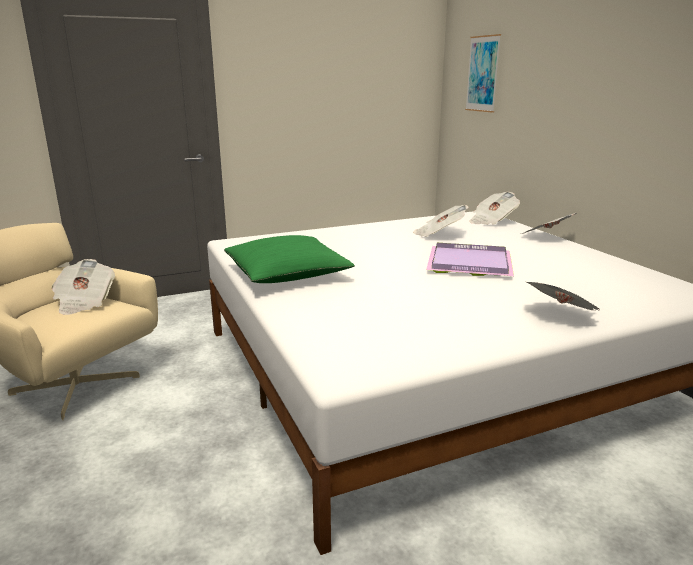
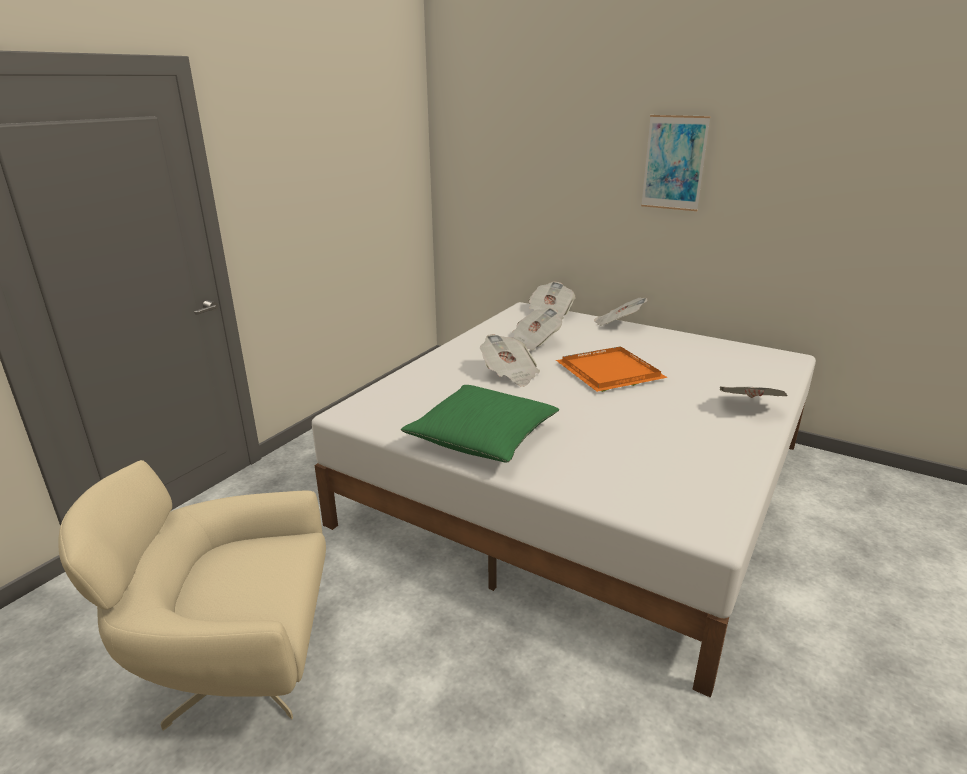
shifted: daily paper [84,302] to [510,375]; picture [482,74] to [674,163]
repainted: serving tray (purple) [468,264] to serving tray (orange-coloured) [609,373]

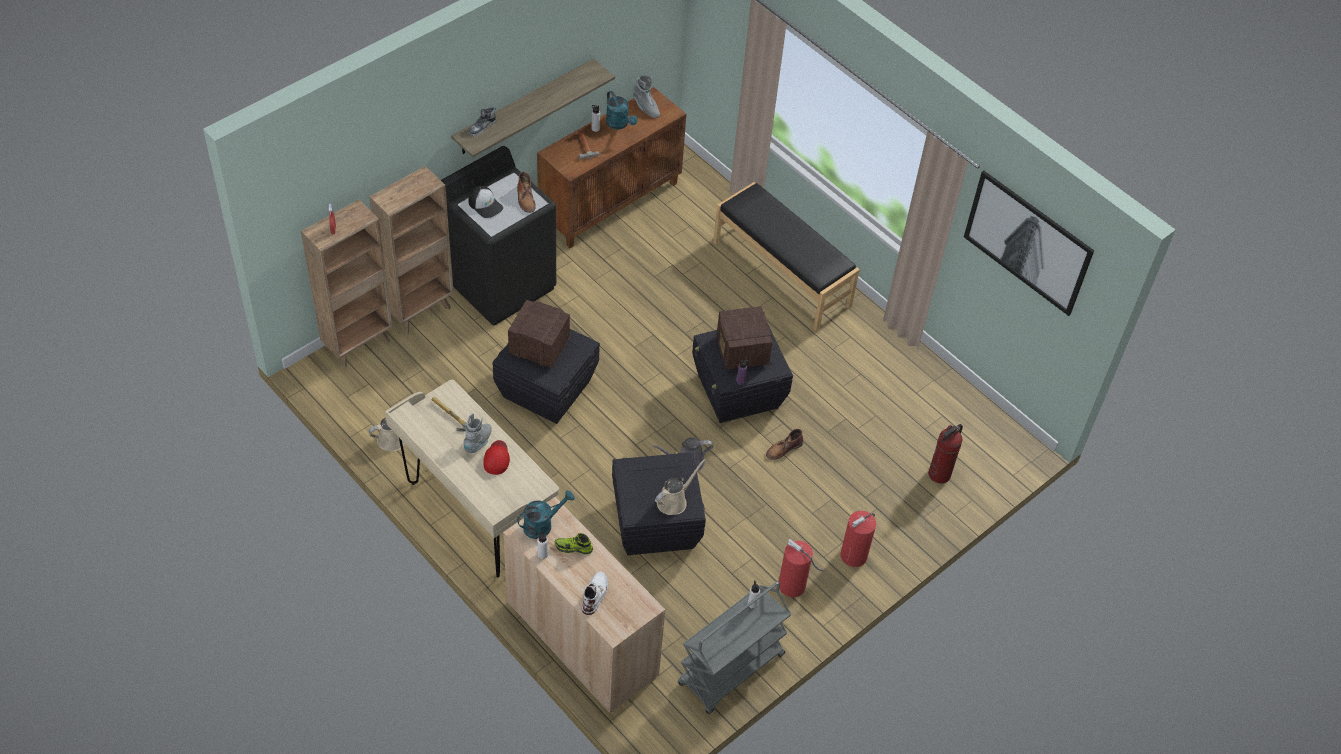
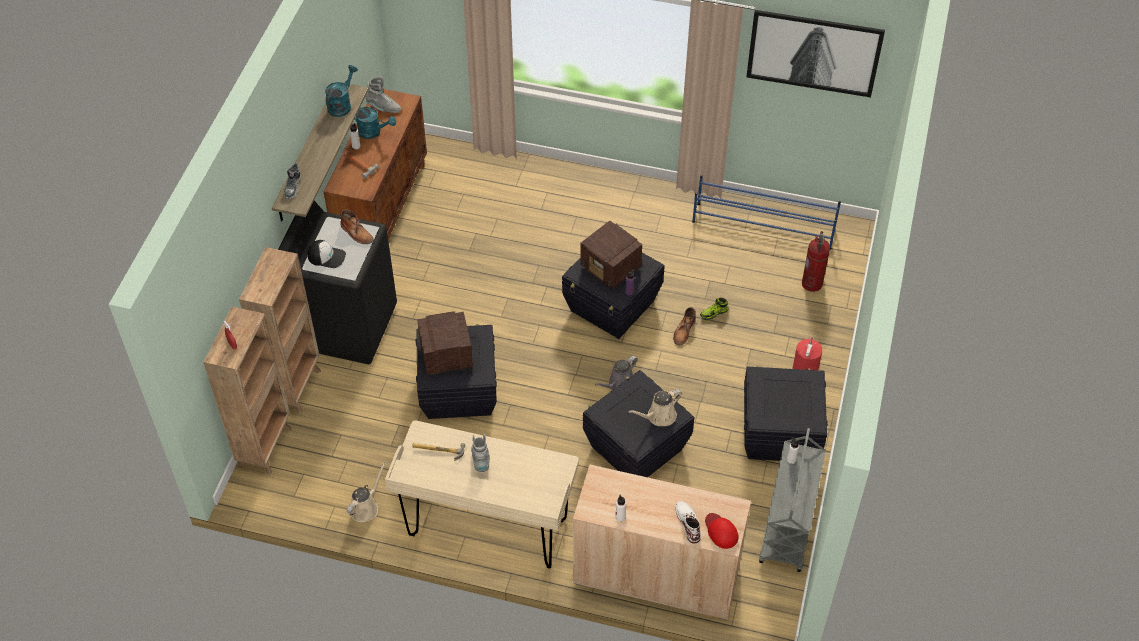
gone: indoor bench (black) [782,273]
new: shoe stand (bluish) [764,226]
shifted: watering can (turquoise-coloured) [542,524] to [342,105]; shoe [573,548] to [714,313]; peaked cap (red-coloured) [497,458] to [720,531]
swapped: fire extinguisher [793,586] to storage container (black) [778,433]
rotated: watering can (beige) [674,501] = [659,416] 135 degrees counterclockwise

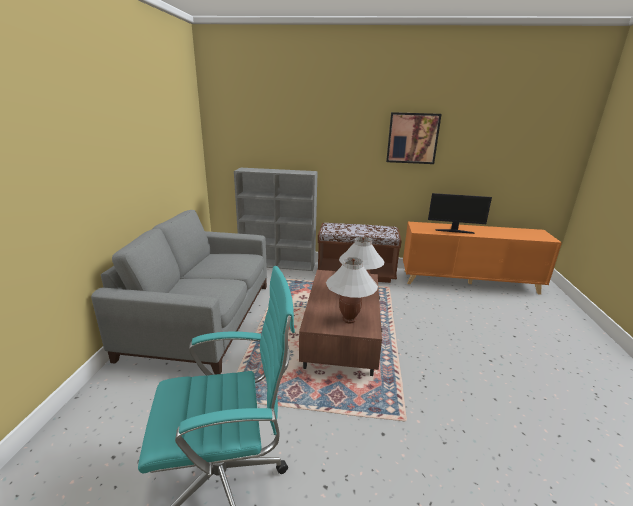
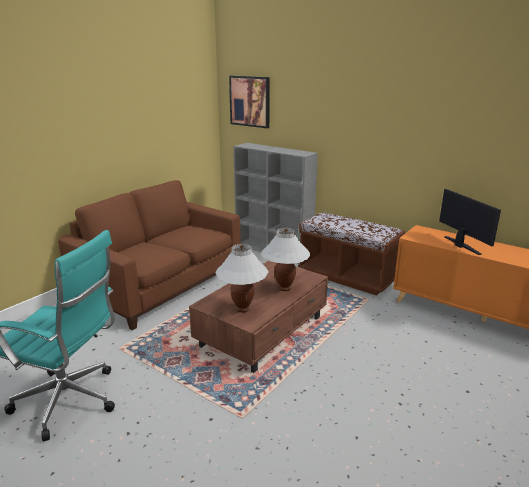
shifted: picture [412,138] to [250,101]
repainted: sofa (greyish) [203,318] to sofa (brown-coloured) [161,283]
rotated: computer display [454,231] = [460,245] 150 degrees counterclockwise

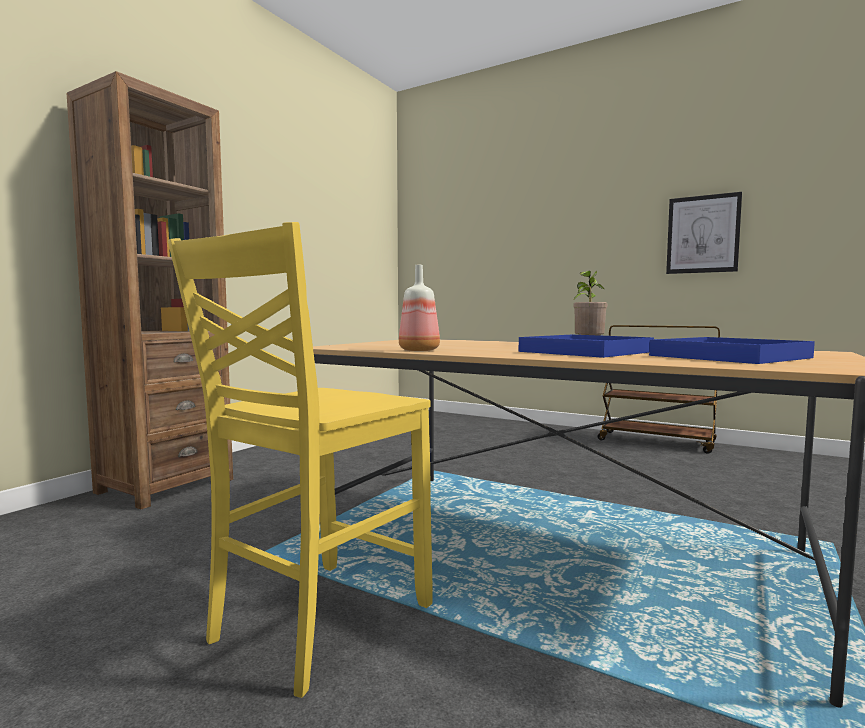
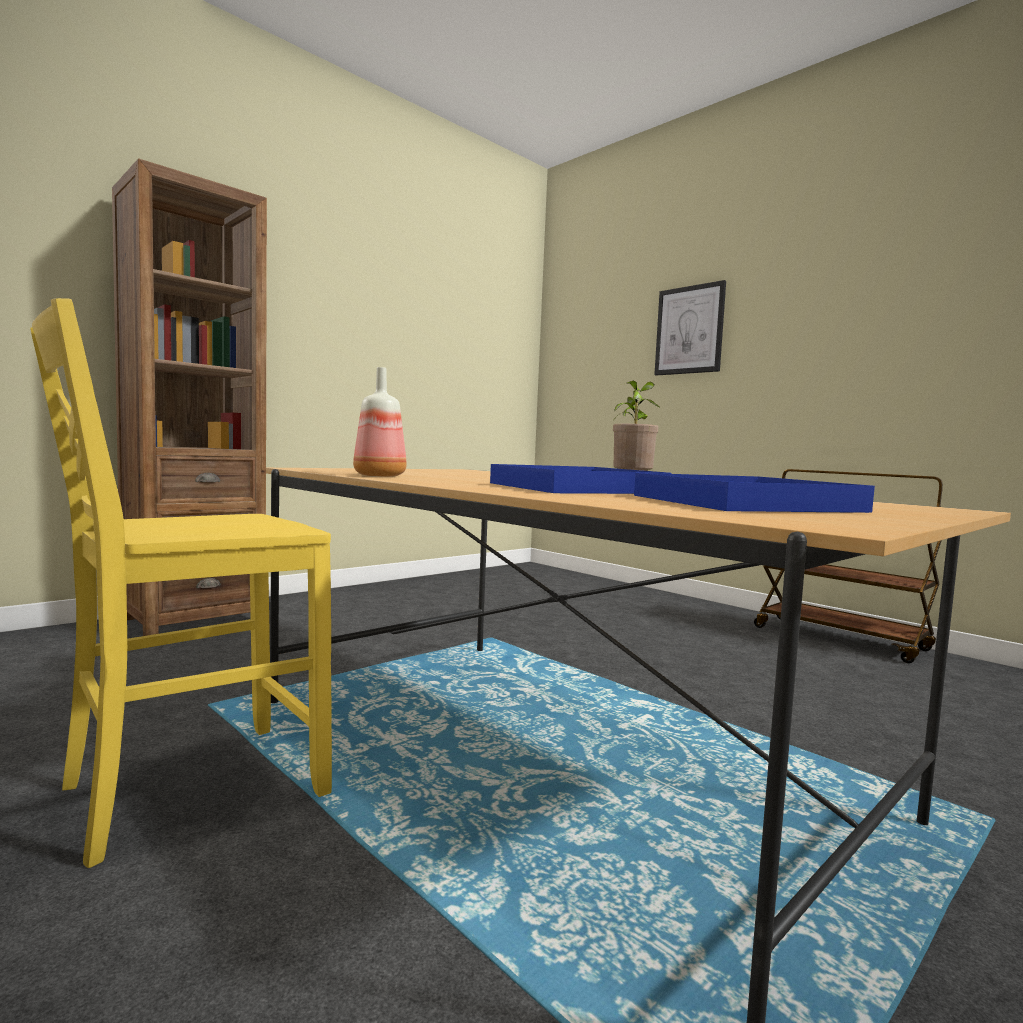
shifted: picture [702,234] to [689,330]

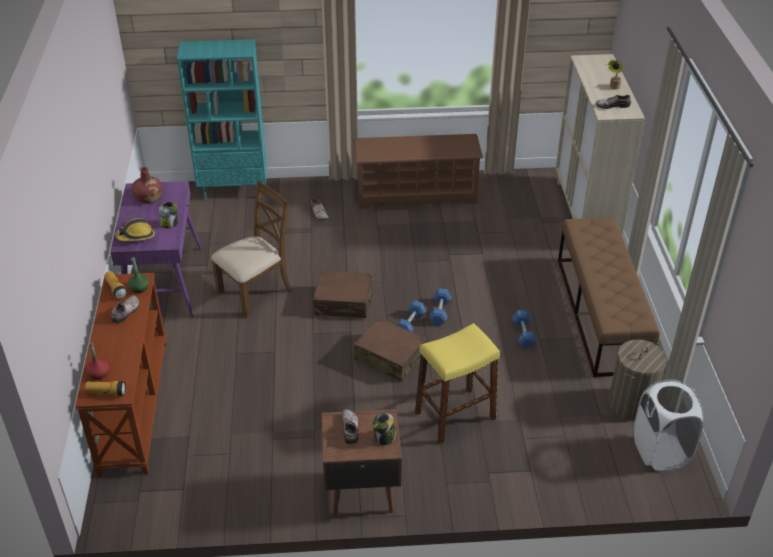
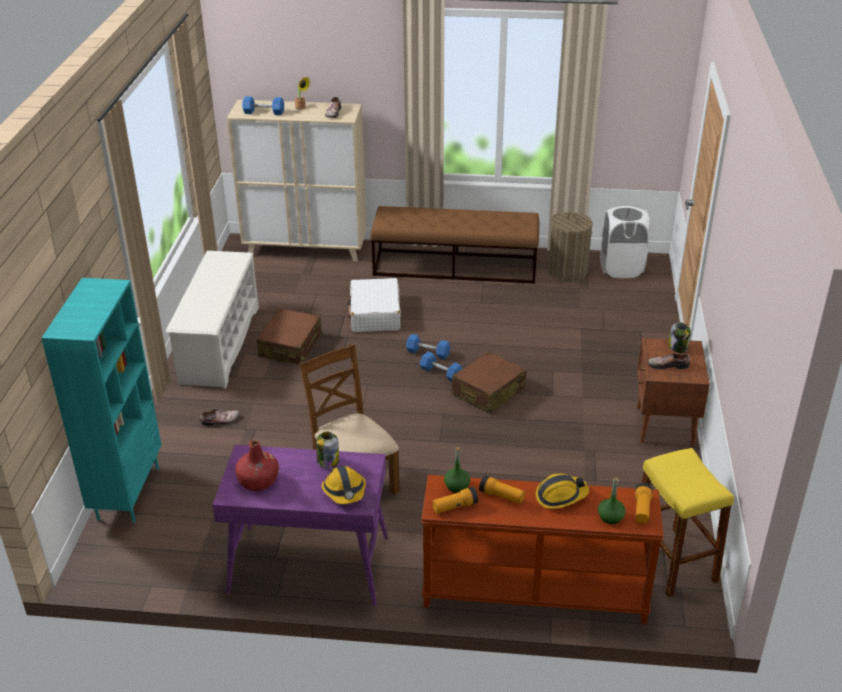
new: travel case (white-coloured) [375,314]; work helmet [560,496]
shifted: dumbbell (bluish) [523,334] to [264,112]; travel case (brown-coloured) [344,302] to [290,345]; sitting stool (yellow-coloured) [455,415] to [672,561]
swapped: shoe [127,312] to torch [501,496]
repainted: shoe stand (brown-coloured) [416,194] to shoe stand (white-coloured) [219,345]; bottle (red-coloured) [98,374] to bottle (green) [610,517]

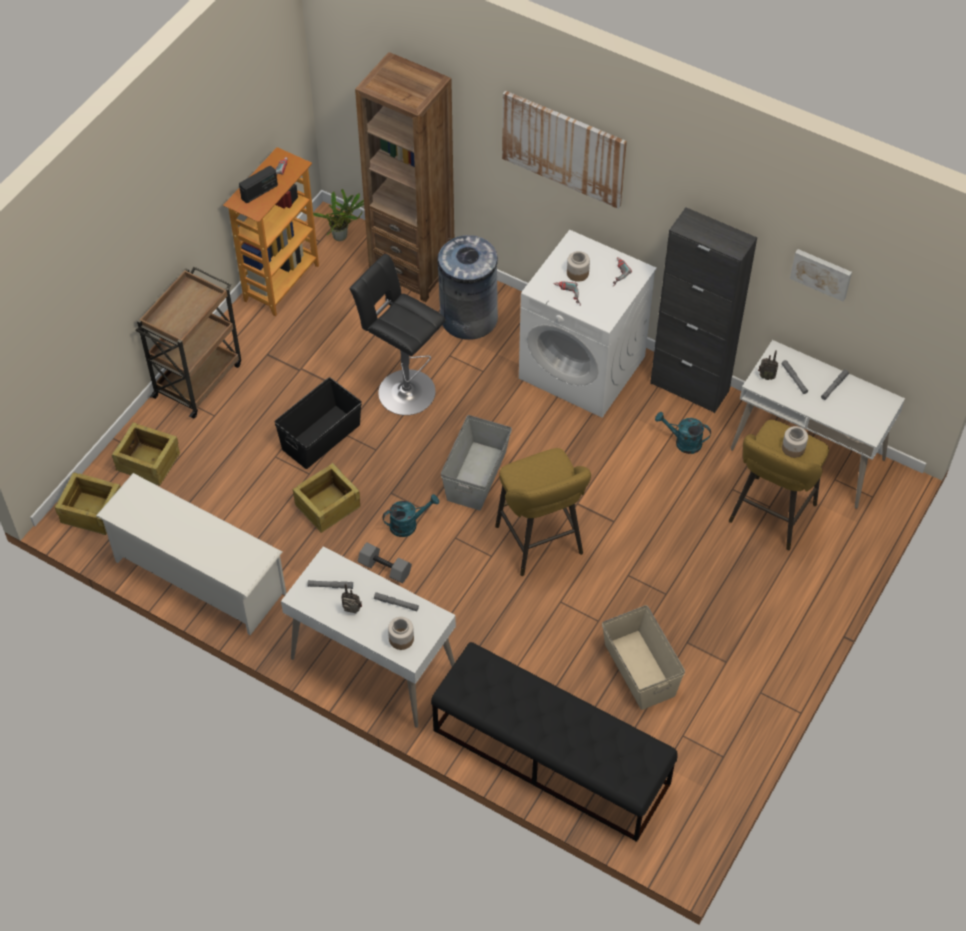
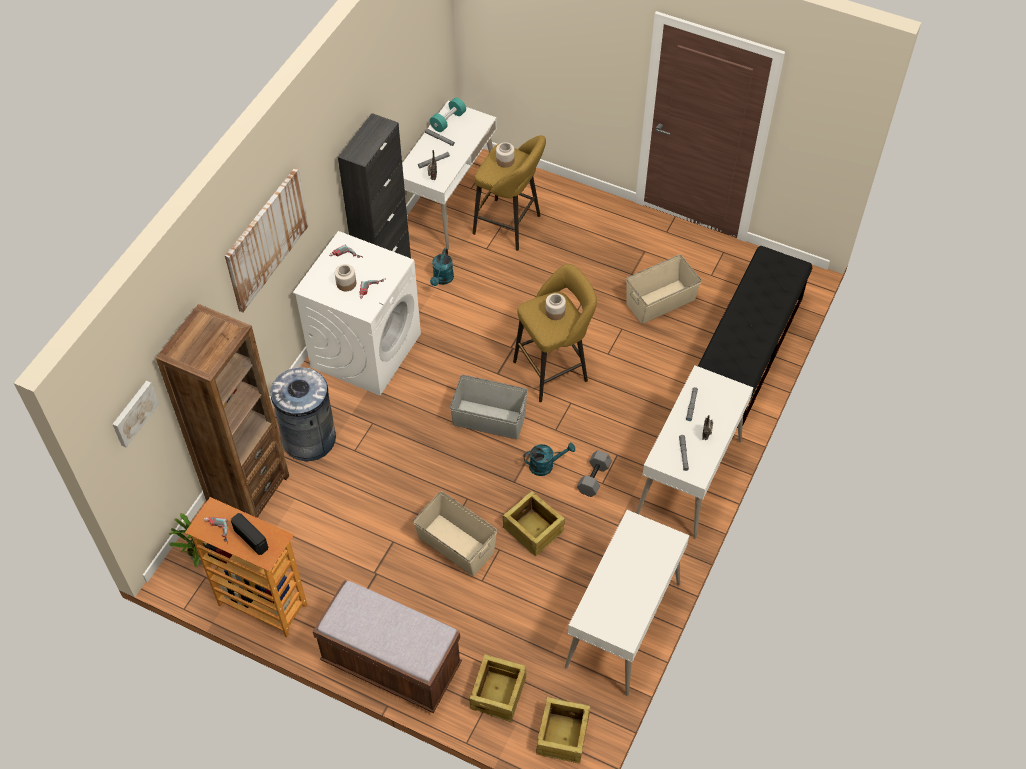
gone: sitting stool (black) [403,390]
new: dumbbell (turquoise-coloured) [448,121]
shifted: picture [821,273] to [133,413]; jar [401,638] to [555,312]
swapped: wheeled cart (brown-coloured) [198,379] to indoor bench (brown-coloured) [391,664]; shoe stand (white-coloured) [198,576] to desk unit (white-coloured) [623,625]
repainted: storage container (black) [320,437] to storage container (beige) [456,545]
rotated: watering can (turquoise-coloured) [408,524] = [546,465] 105 degrees clockwise

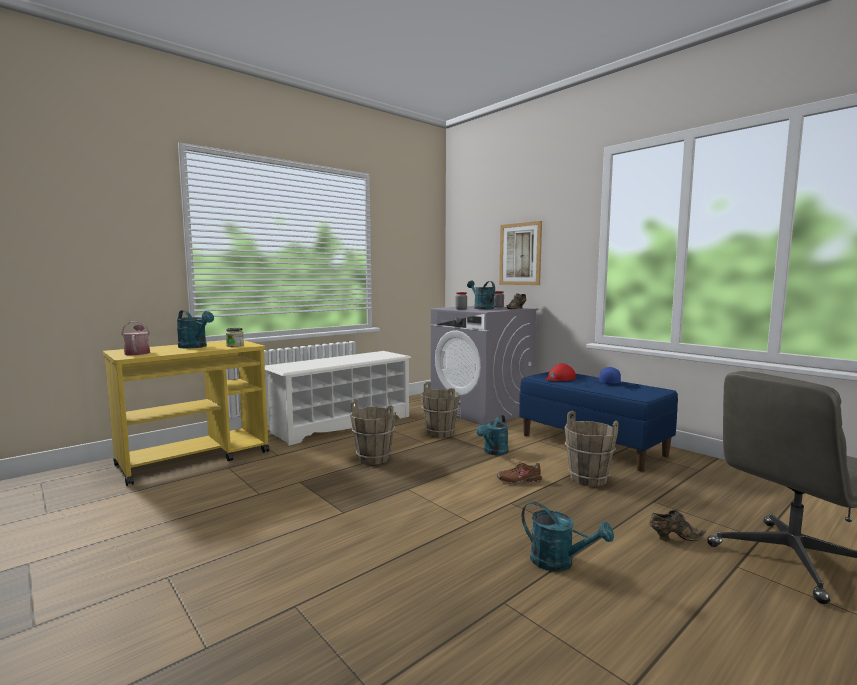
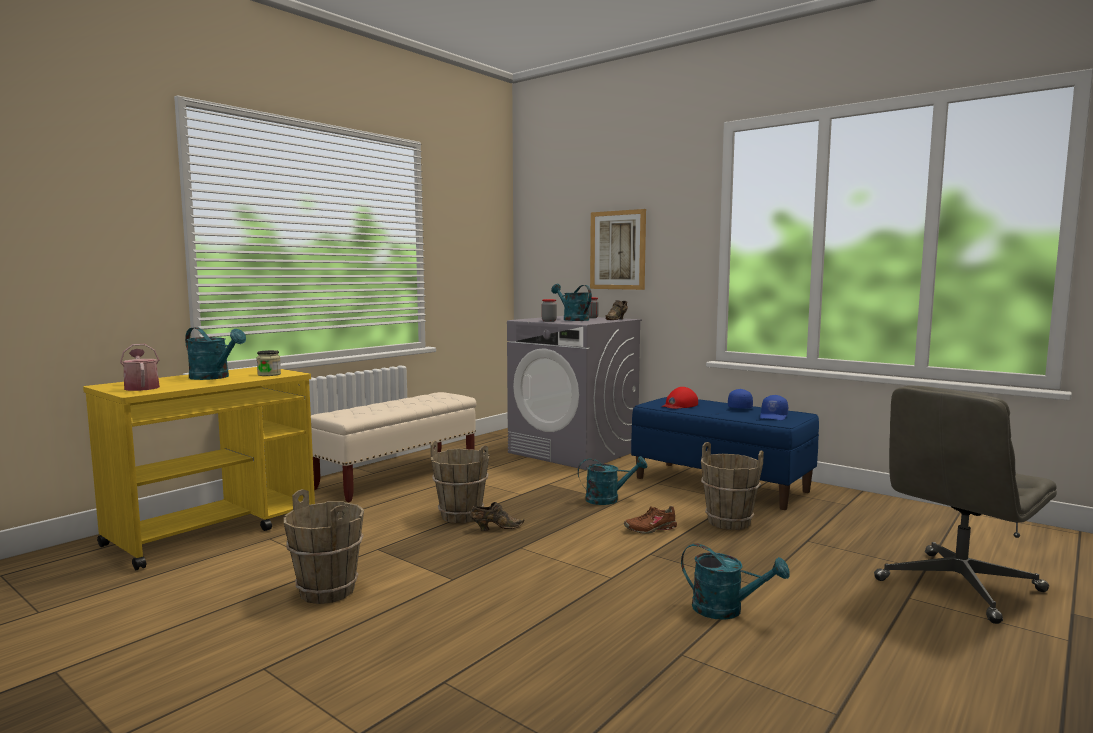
new: peaked cap (bluish) [774,417]
shifted: pail (brown-coloured) [440,433] to [328,591]; shoe (brown-coloured) [674,538] to [495,528]
swapped: shoe stand (white-coloured) [342,424] to indoor bench (beige) [398,476]
rotated: watering can (turquoise-coloured) [493,452] = [608,499] 120 degrees counterclockwise

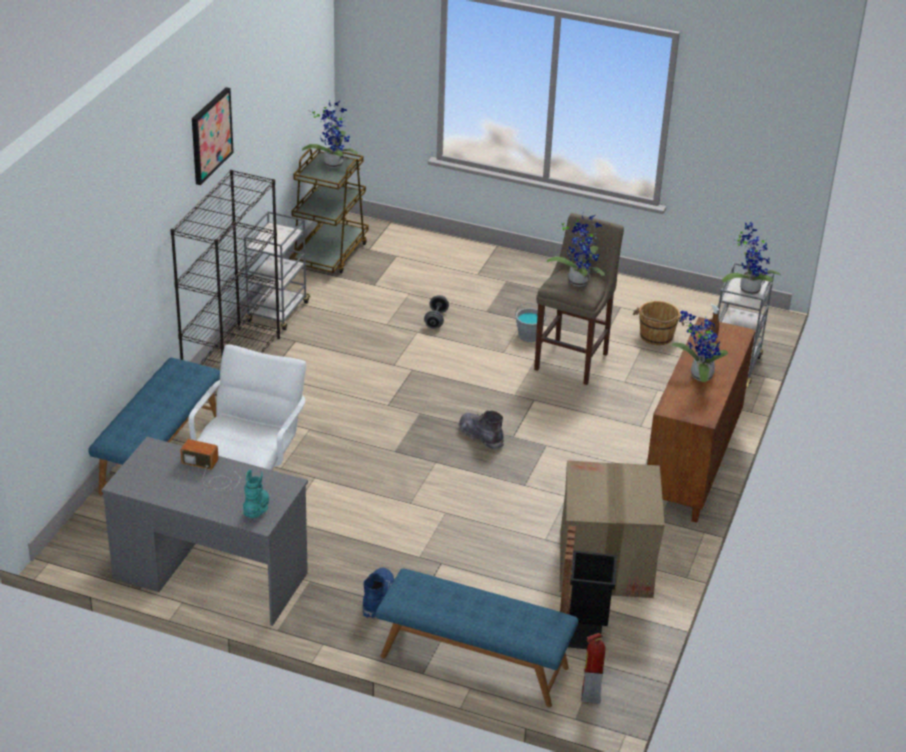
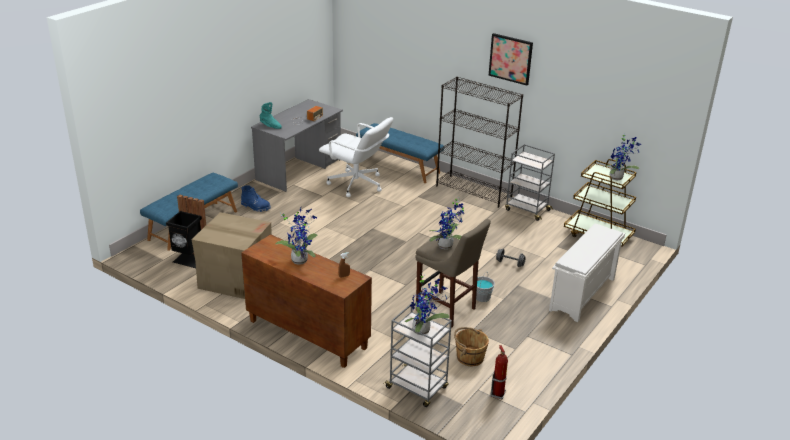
gone: tall boot (greyish) [481,436]
new: shoe stand (white-coloured) [582,295]
shifted: fire extinguisher [590,696] to [498,394]

